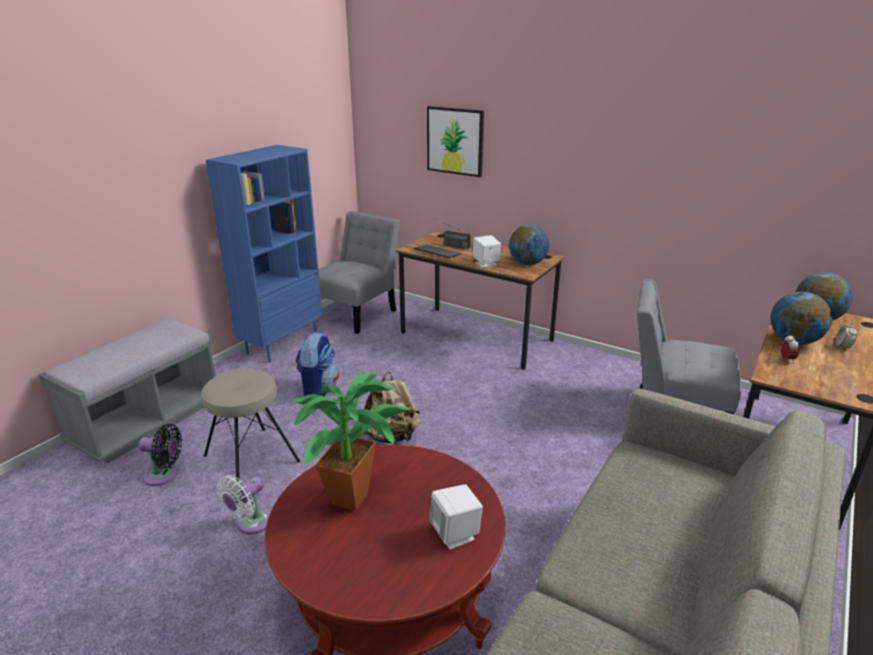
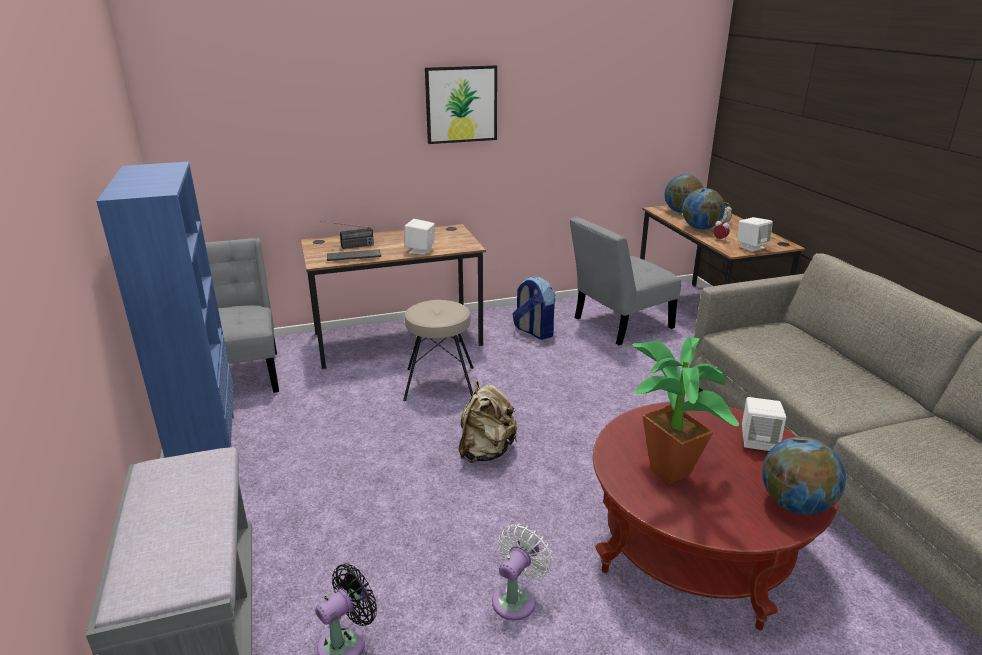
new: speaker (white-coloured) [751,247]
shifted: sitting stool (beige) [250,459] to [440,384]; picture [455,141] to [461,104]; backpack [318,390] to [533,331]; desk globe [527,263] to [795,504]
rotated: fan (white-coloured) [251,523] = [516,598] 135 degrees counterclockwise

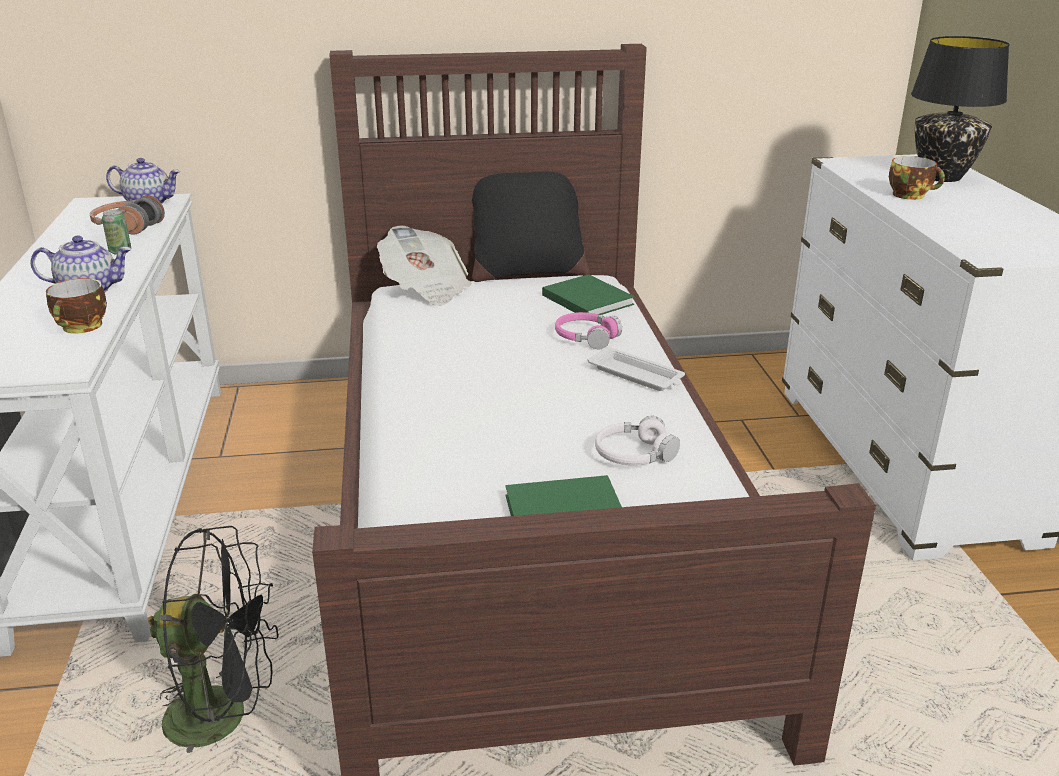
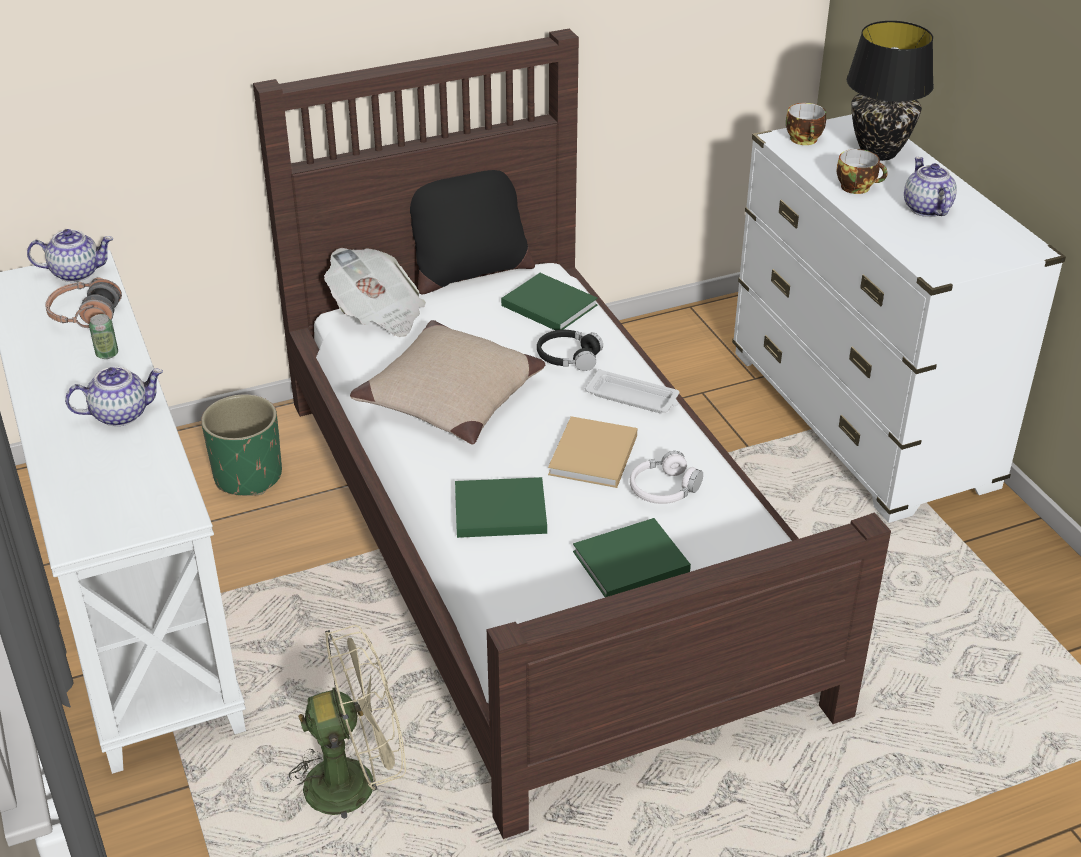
new: plant pot (green) [248,476]; pillow (beige) [452,398]; book (green) [497,511]; book (beige) [592,457]; teapot [925,208]
shifted: cup [82,327] to [805,140]
repainted: fan (black) [224,715] to fan (beige) [355,781]; headphones (pink) [586,337] to headphones (black) [568,357]

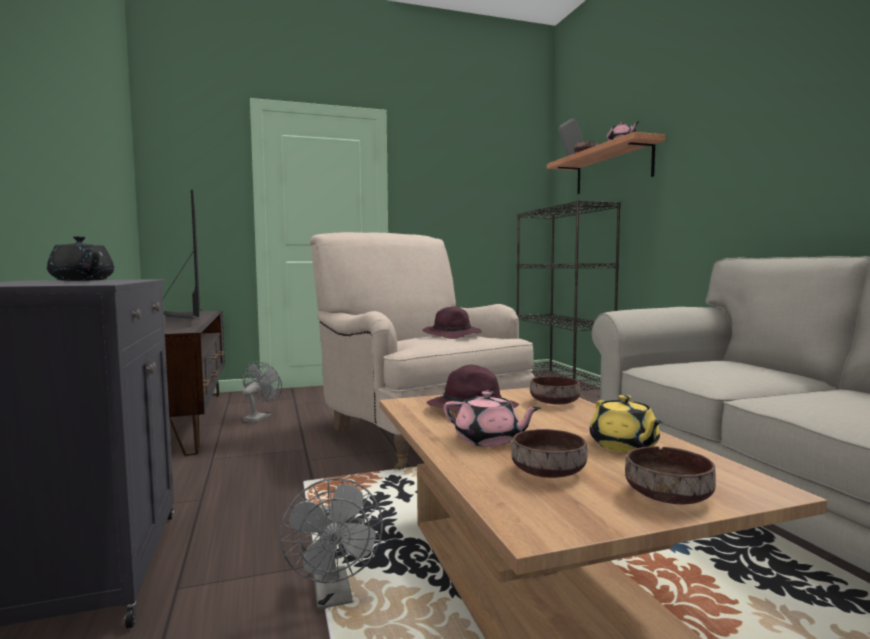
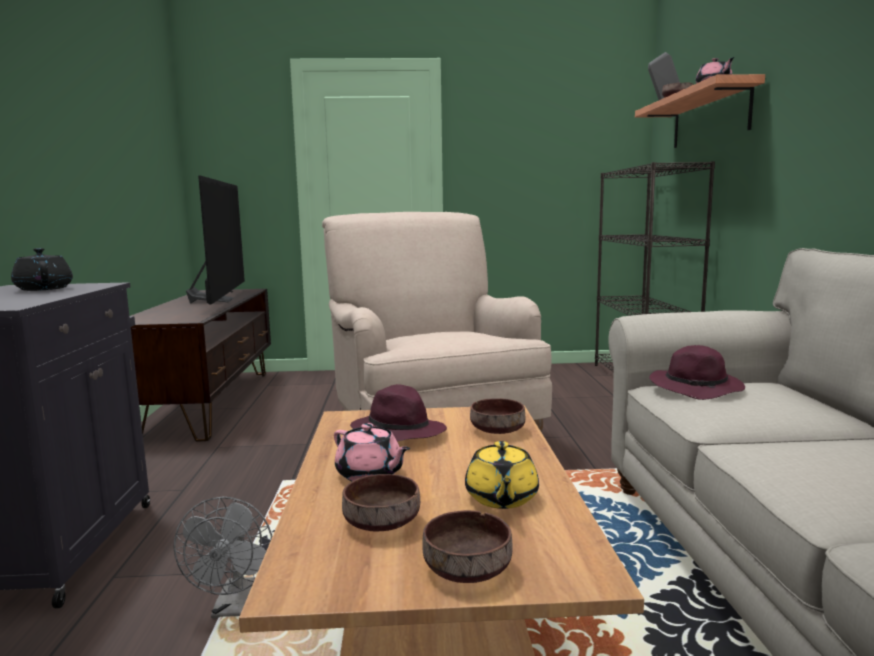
gone: fan (greyish) [259,417]
shifted: wearable hat (purple) [453,335] to [697,388]

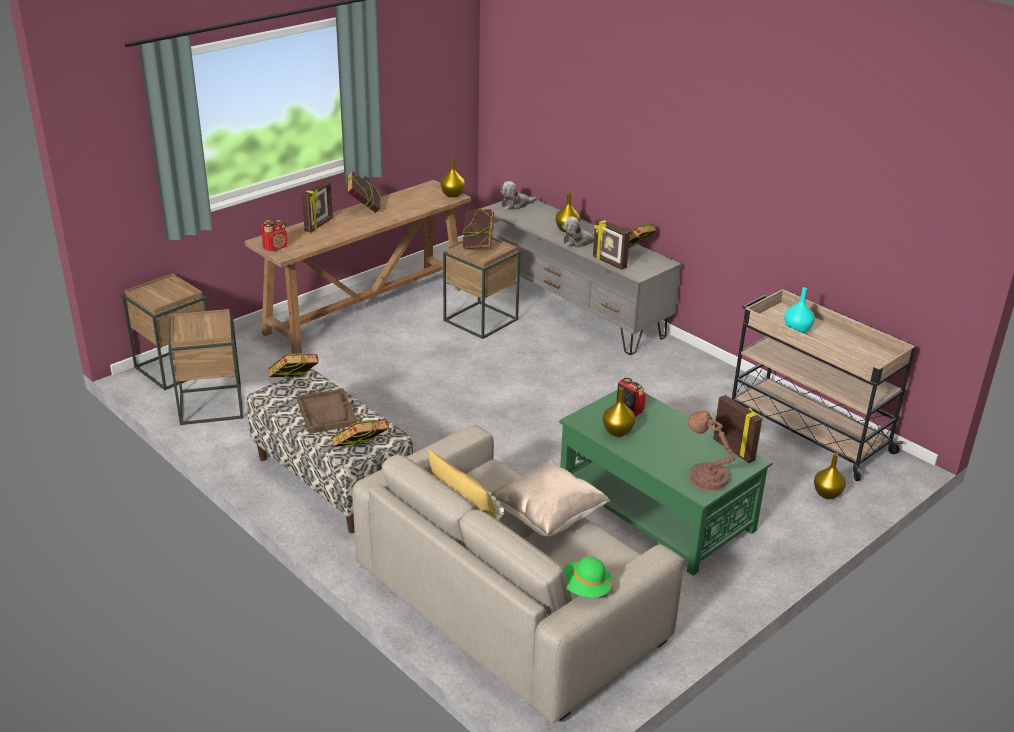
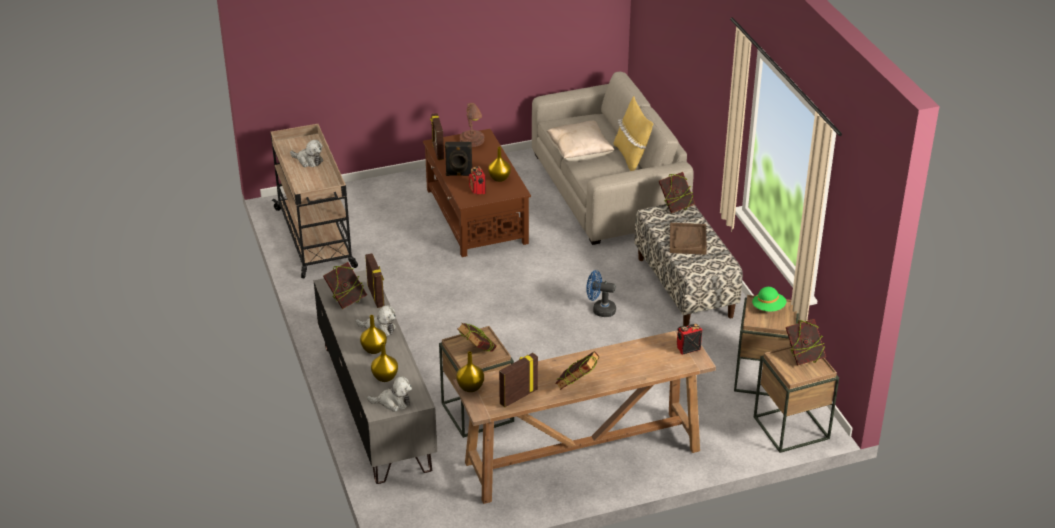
gone: decorative vase (turquoise-coloured) [797,330]
new: soft toy [308,161]; speaker (black) [459,174]; fan (bluish) [600,310]
shifted: decorative vase (yellow-coloured) [827,494] to [384,377]; picture frame [319,225] to [518,396]; wearable hat (green) [585,589] to [768,308]; book [294,385] to [803,357]
repainted: low table (green) [655,508] to low table (brown-coloured) [476,216]

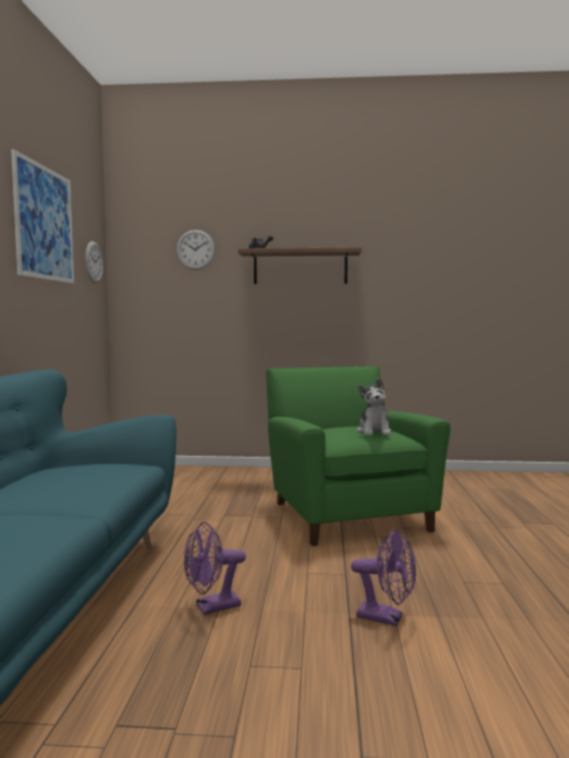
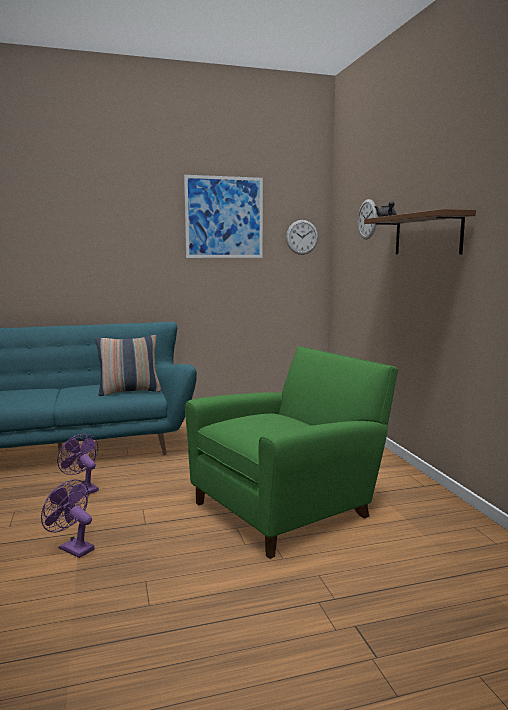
gone: soft toy [374,431]
new: pillow [129,391]
rotated: fan (purple) [387,618] = [72,548] 120 degrees clockwise

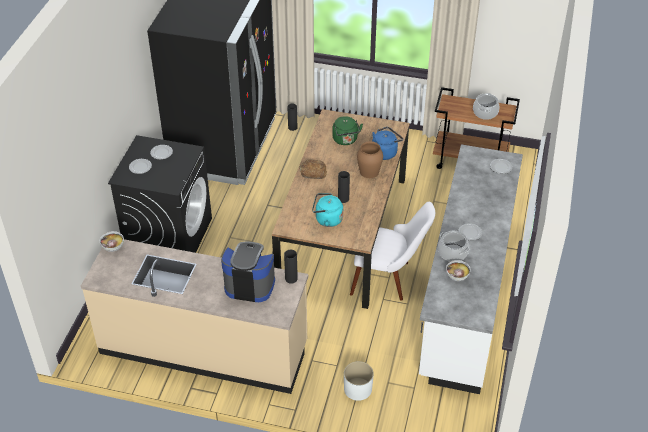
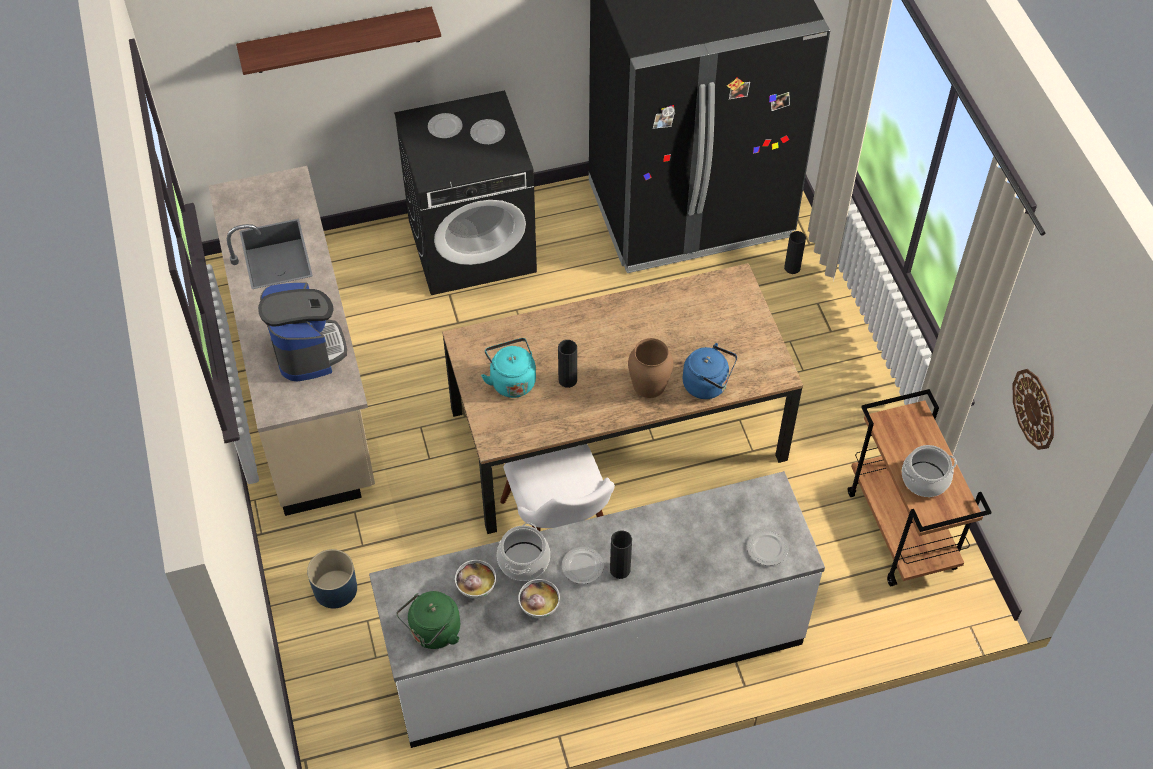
gone: baked bread [313,172]
new: bracket shelf [337,40]; clock on the wall [1034,409]
shifted: kettle (green) [345,140] to [433,632]; deep dish [113,247] to [539,606]; decorative vase (black) [291,279] to [620,569]
repainted: plant pot (white-coloured) [357,389] to plant pot (bluish) [335,589]

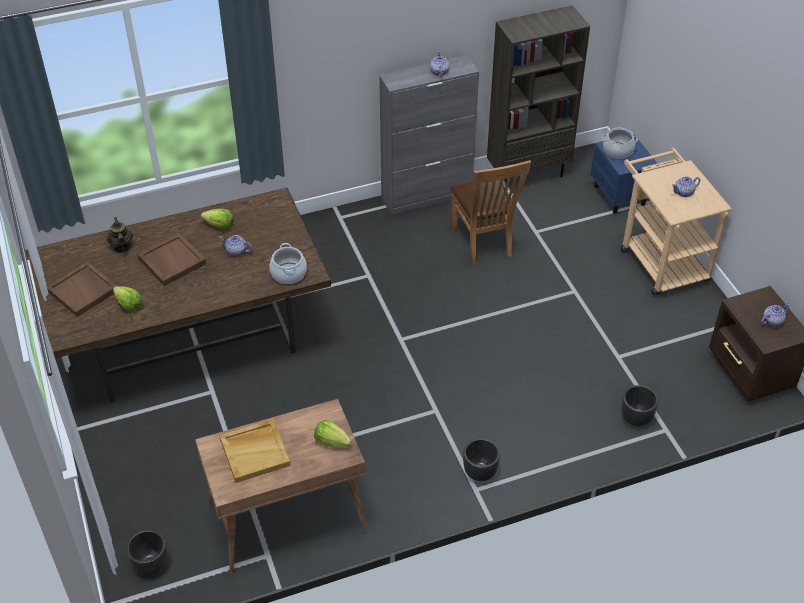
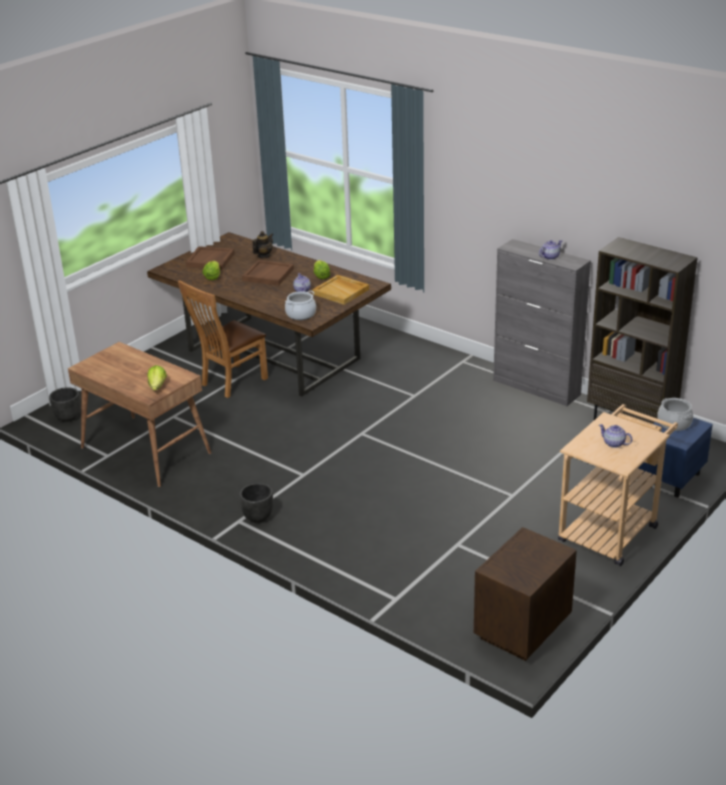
gone: plant pot (black) [636,419]; teapot [772,321]
shifted: chair (brown-coloured) [483,244] to [230,382]; serving tray (beige) [255,452] to [341,292]

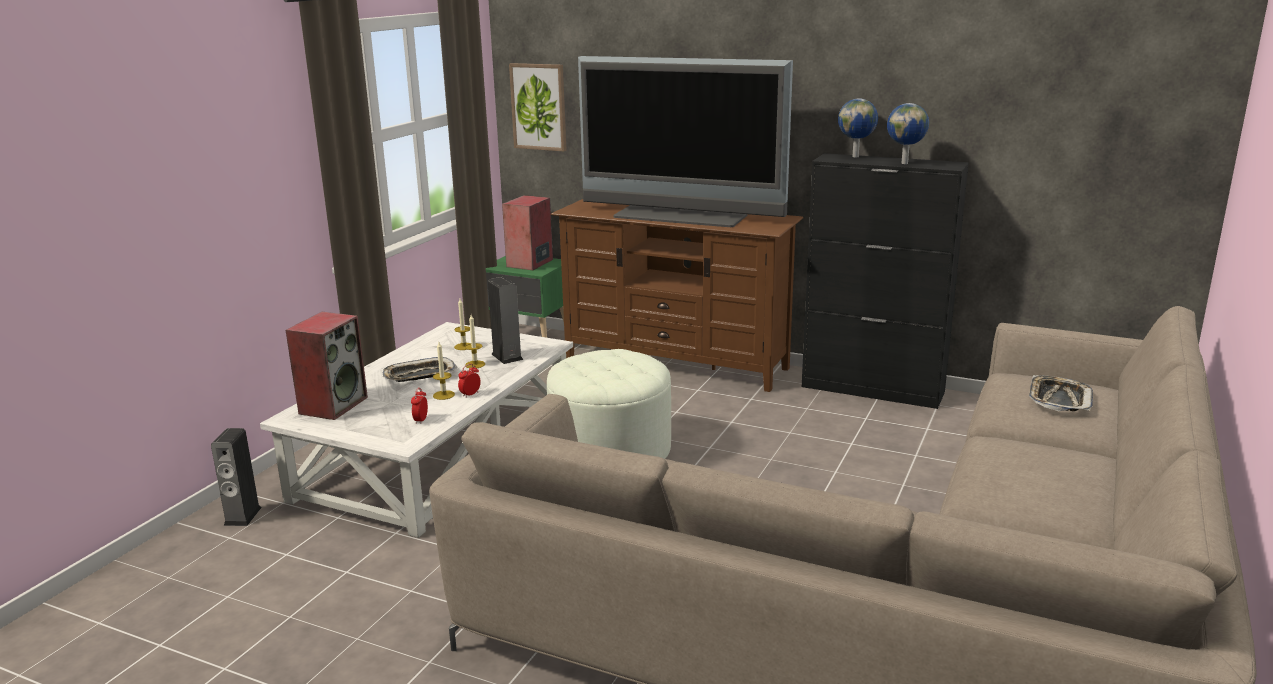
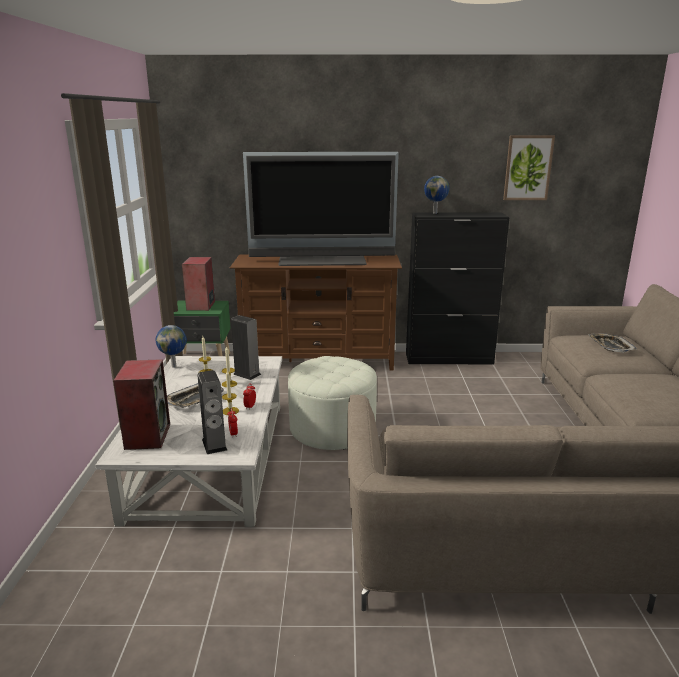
shifted: desk globe [905,163] to [174,366]; speaker [242,516] to [214,444]; picture [539,107] to [528,168]

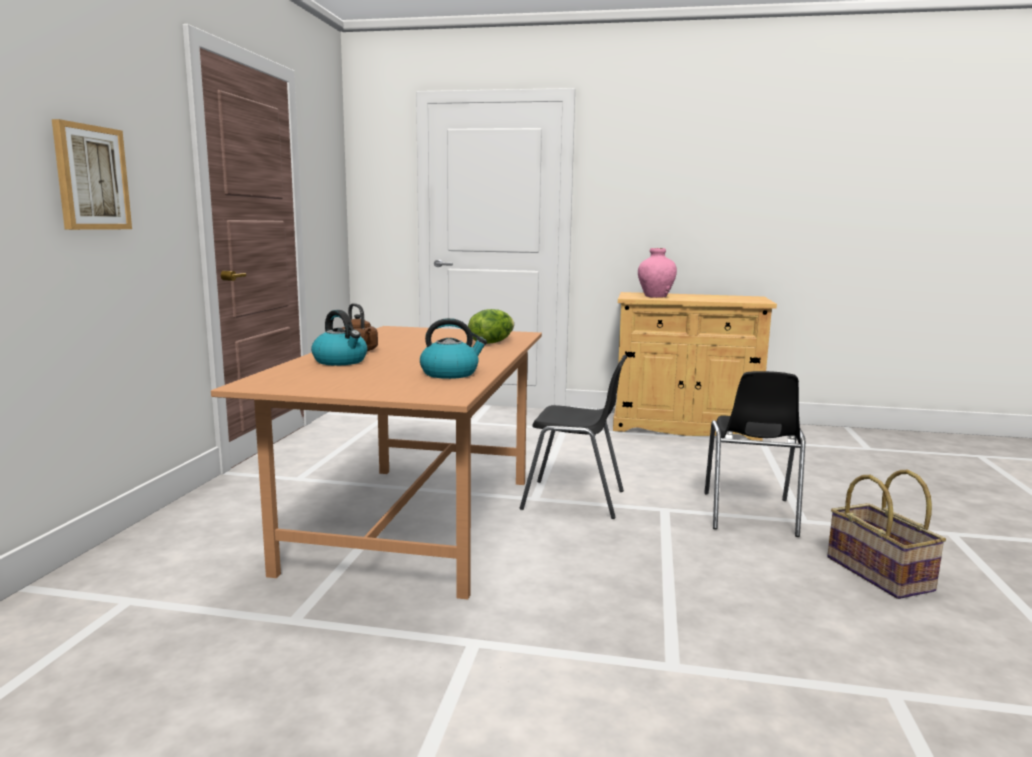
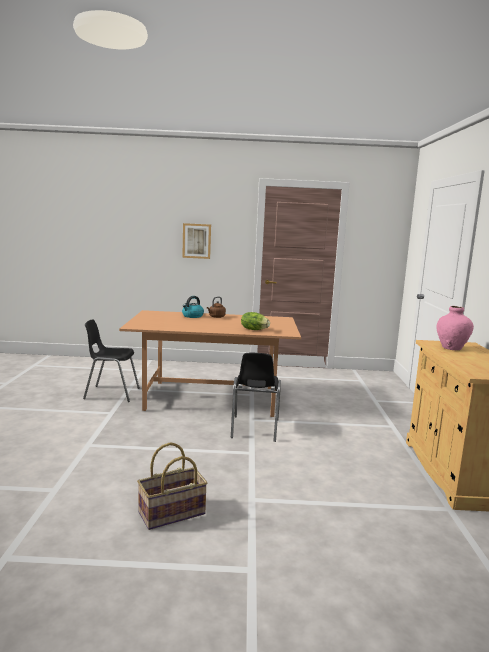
gone: kettle [450,373]
shifted: chair (black) [749,514] to [111,393]

